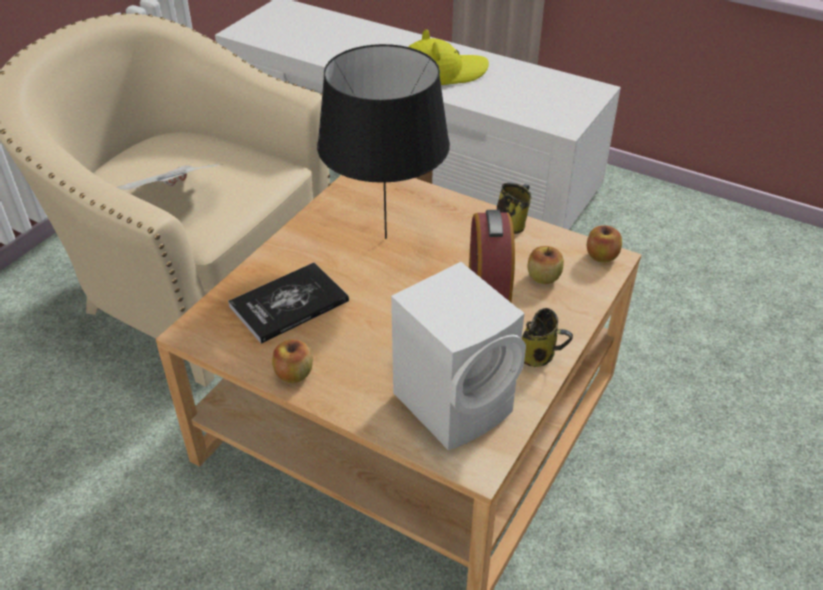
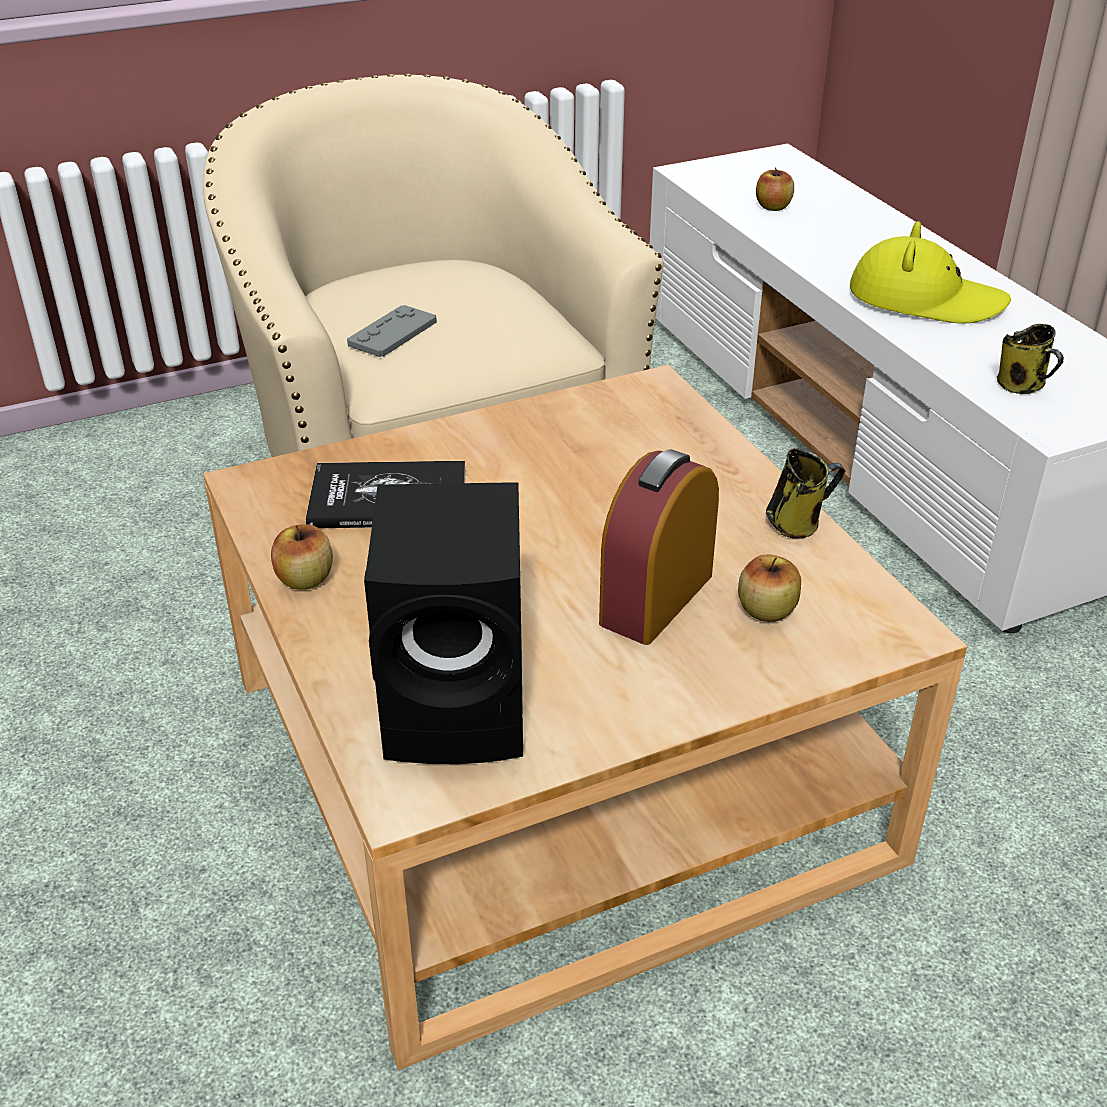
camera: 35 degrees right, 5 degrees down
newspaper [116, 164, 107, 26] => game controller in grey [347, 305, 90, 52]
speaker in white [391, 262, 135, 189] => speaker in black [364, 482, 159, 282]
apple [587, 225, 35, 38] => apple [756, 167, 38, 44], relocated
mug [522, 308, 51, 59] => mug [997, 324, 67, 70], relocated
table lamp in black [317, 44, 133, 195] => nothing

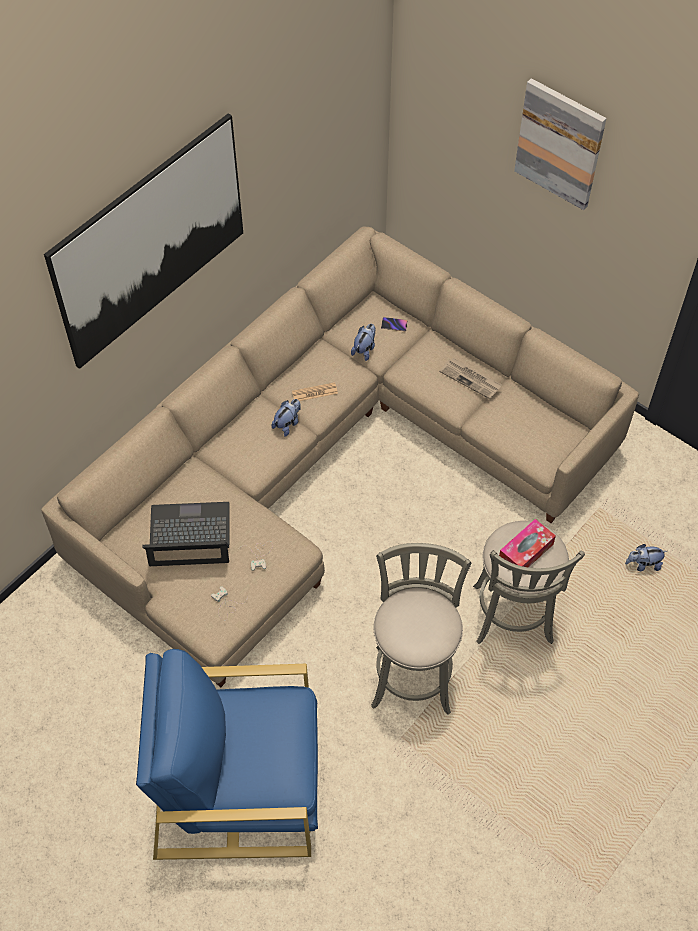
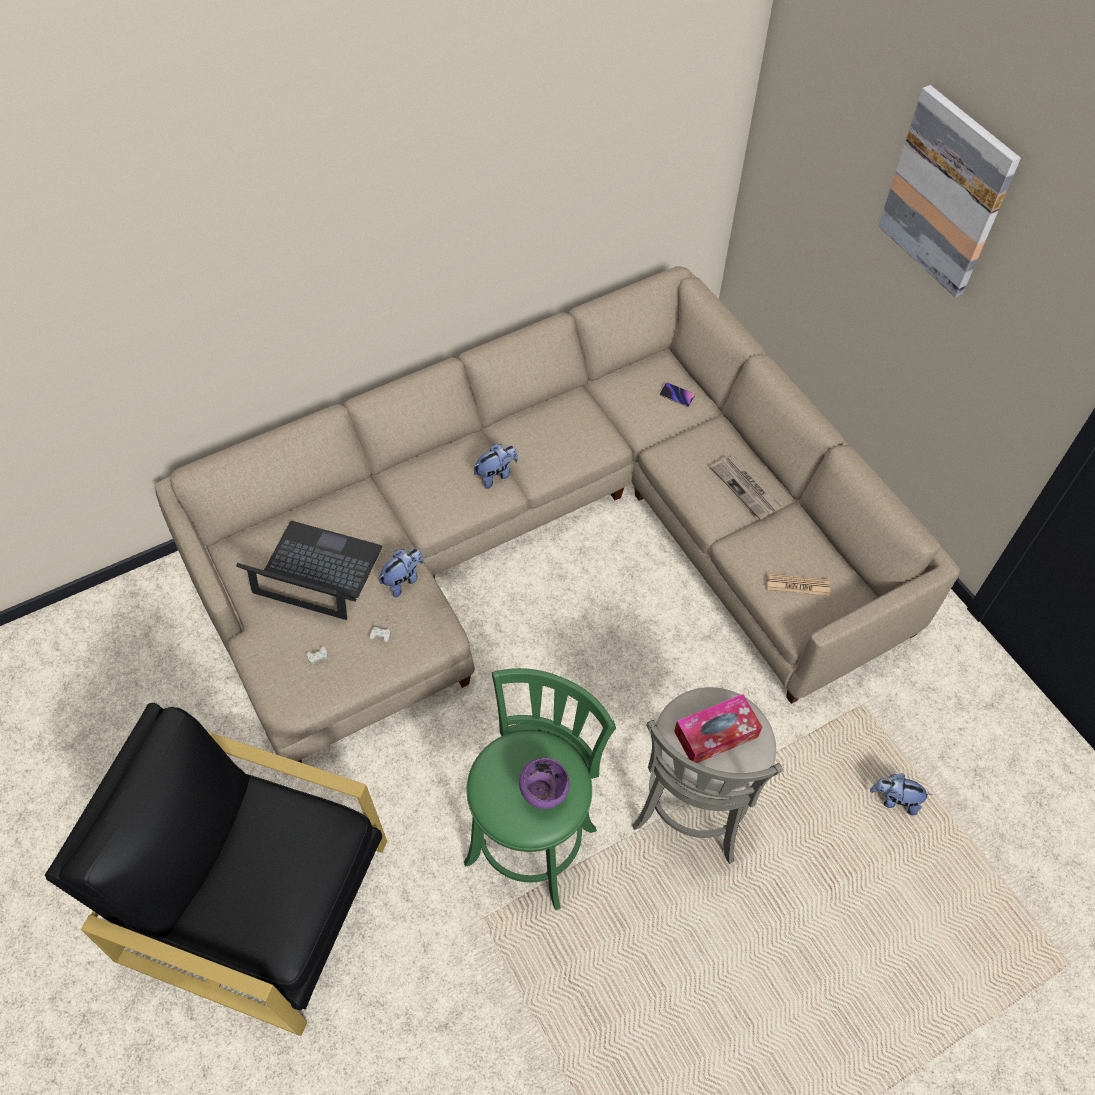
camera: 20 degrees right, 0 degrees up
armchair in blue [136, 649, 182, 211] => armchair in black [45, 703, 342, 333]
plush toy [351, 324, 25, 37] => plush toy [379, 548, 45, 49], relocated
stool in grey [371, 543, 101, 172] => stool in green [464, 668, 152, 242]
nothing => bowl in purple [519, 758, 51, 51]
newspaper [292, 382, 46, 19] => newspaper [768, 573, 62, 23], relocated
picture [44, 113, 199, 256] => nothing

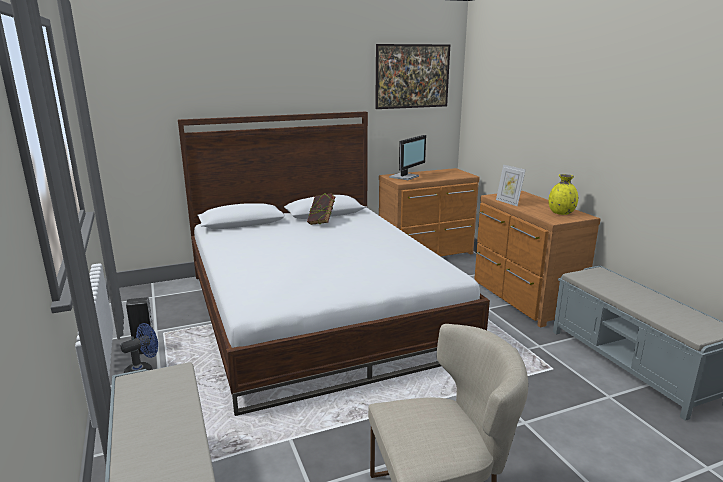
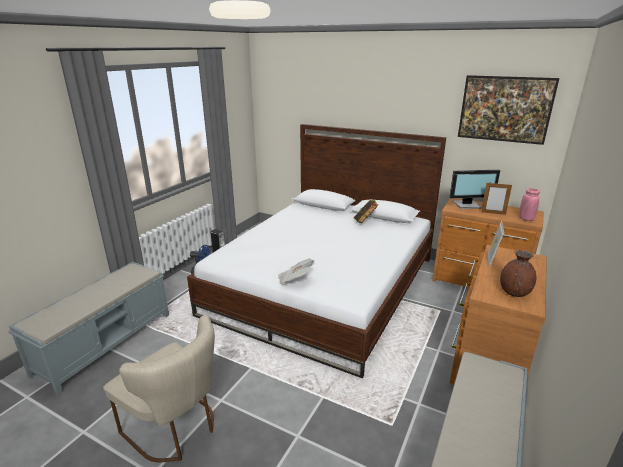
camera: 50 degrees right, 5 degrees up
nothing => newspaper [278, 258, 37, 26]
nothing => picture frame [481, 183, 31, 32]
vase in yellow [548, 174, 30, 41] => vase in brown [500, 250, 36, 47]
nothing => vase in pink [519, 188, 21, 33]

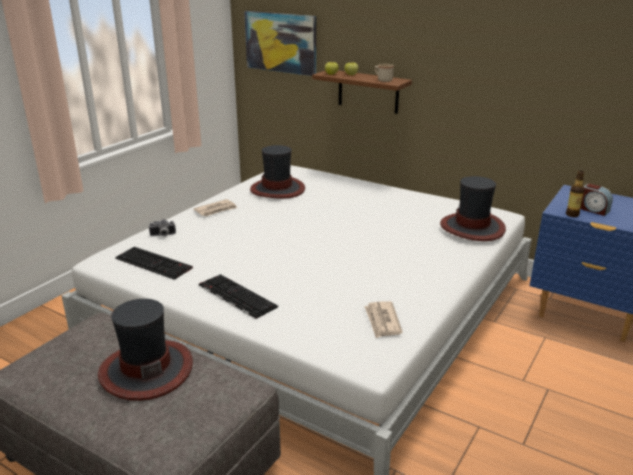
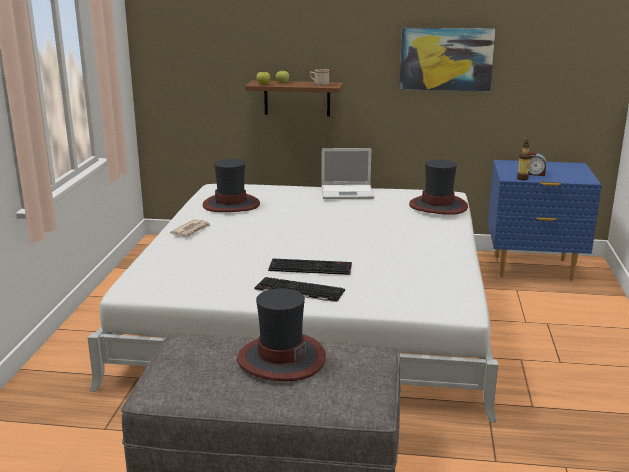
camera: 25 degrees left, 5 degrees down
keyboard [115, 247, 78, 33] => keyboard [268, 259, 84, 16], relocated
nothing => laptop [322, 148, 52, 51]
picture [244, 11, 72, 65] => picture [399, 28, 97, 64], relocated
photo camera [148, 219, 28, 17] => nothing
newspaper [364, 301, 39, 37] => nothing

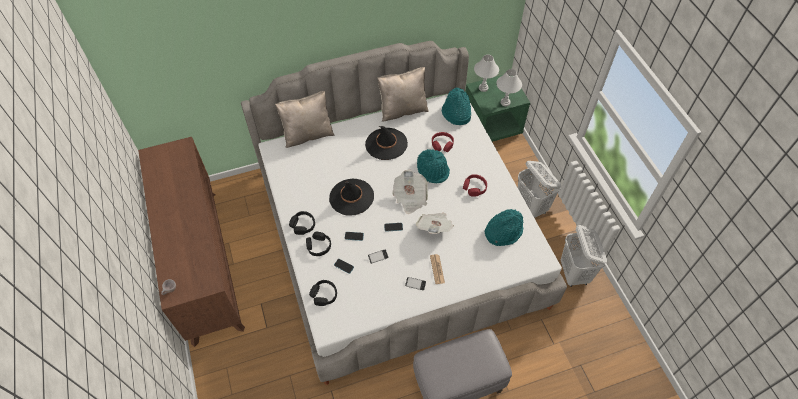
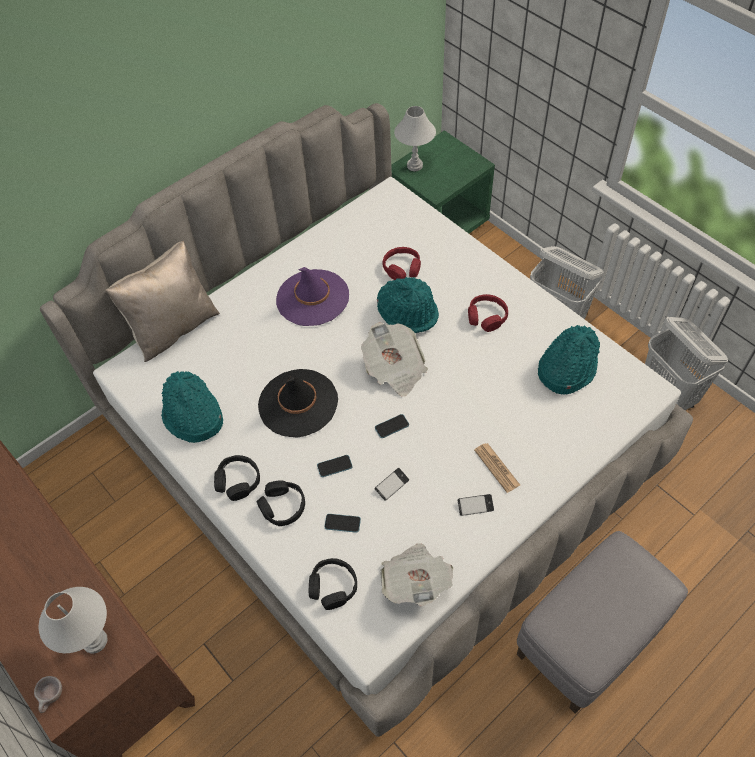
camera: 20 degrees left, 0 degrees up
table lamp in white [496, 69, 26, 37] => table lamp in white [39, 587, 69, 67], relocated
hat in turquoise [442, 88, 29, 37] => hat in turquoise [161, 371, 62, 72], relocated
hat in black [365, 126, 43, 34] => hat in purple [276, 267, 73, 59]
newspaper [416, 213, 38, 21] => newspaper [380, 543, 73, 63], relocated
pillow in beige [377, 67, 52, 54] => nothing

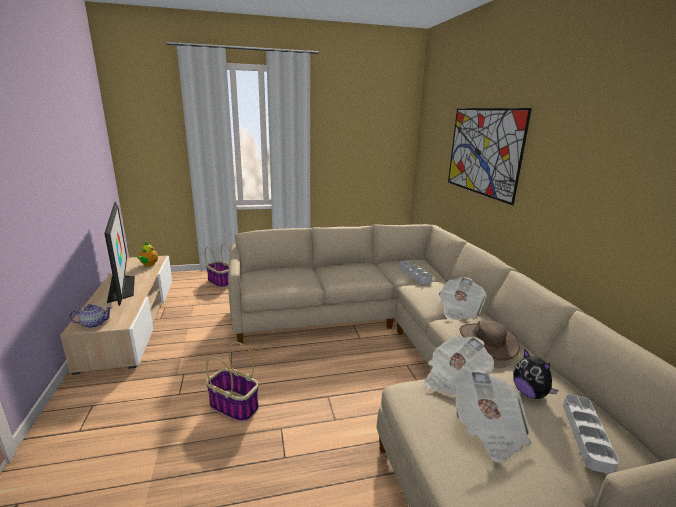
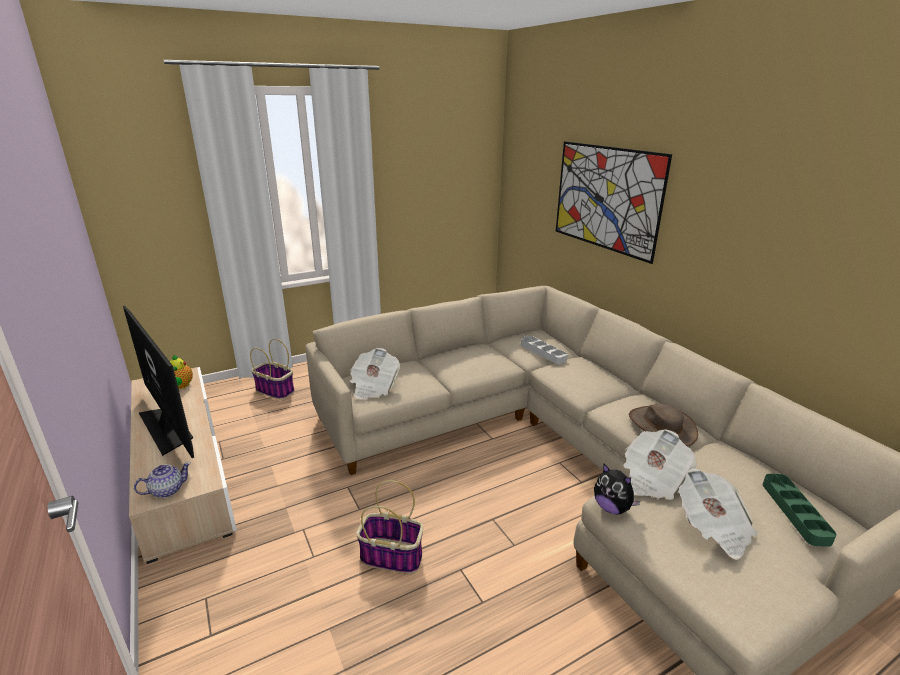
camera: 15 degrees left, 5 degrees up
newspaper [439, 277, 48, 43] => newspaper [350, 348, 50, 51], relocated
plush toy [513, 349, 46, 50] => plush toy [594, 464, 47, 50], relocated
tray in grey [563, 394, 56, 80] => tray in green [763, 474, 74, 72]

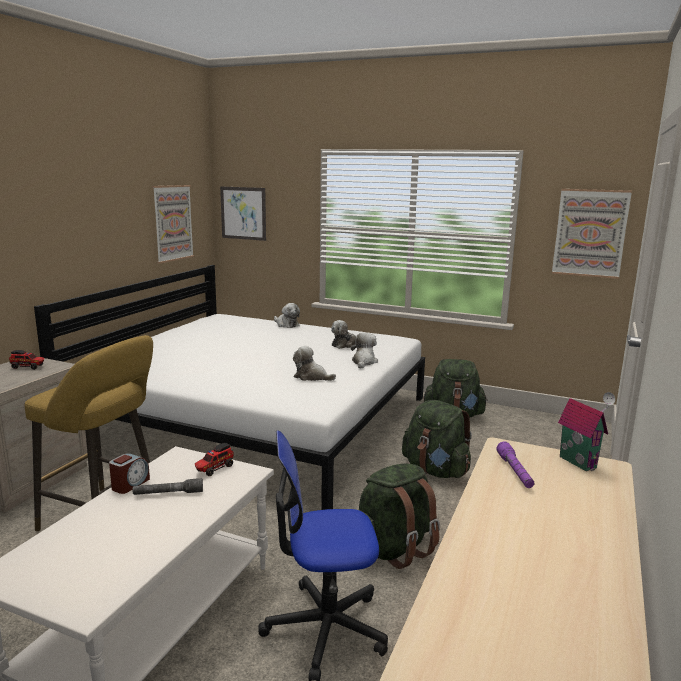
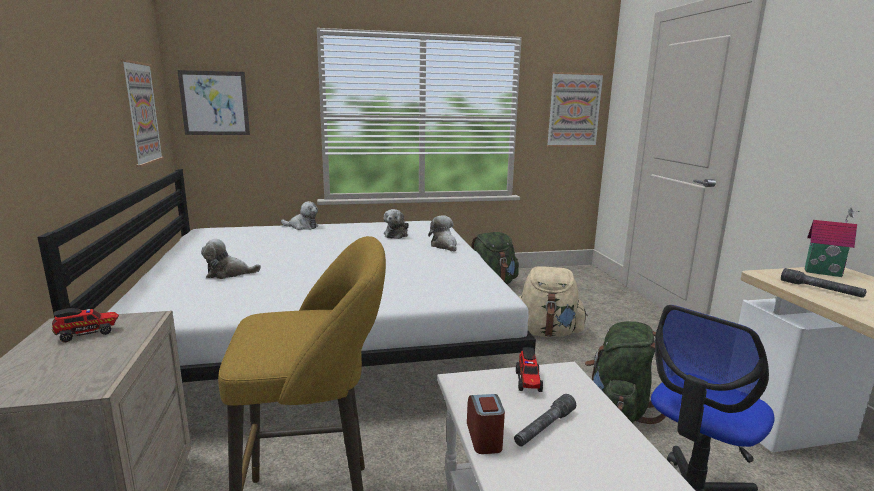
camera: 35 degrees left, 0 degrees up
plush toy [293, 346, 43, 35] => plush toy [201, 239, 60, 40], relocated
backpack in green [402, 400, 70, 78] => backpack in beige [519, 266, 69, 71]
flashlight in purple [496, 441, 38, 47] => flashlight in grey [781, 268, 86, 30]

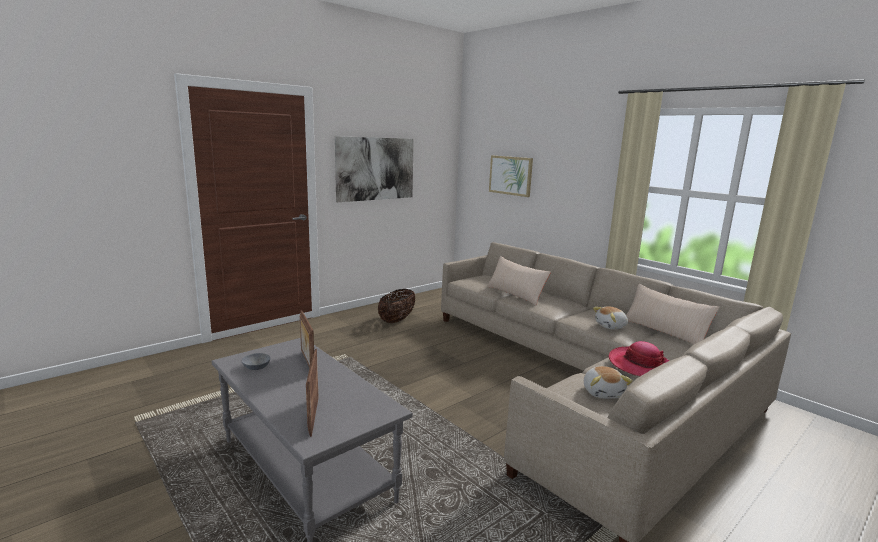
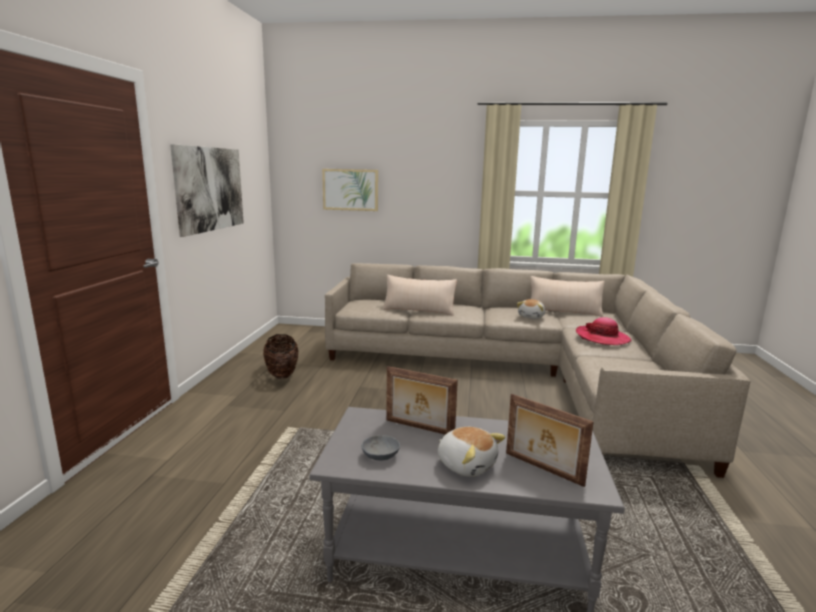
camera: 40 degrees left, 0 degrees up
plush toy [584, 366, 48, 33] => plush toy [438, 427, 68, 50], relocated

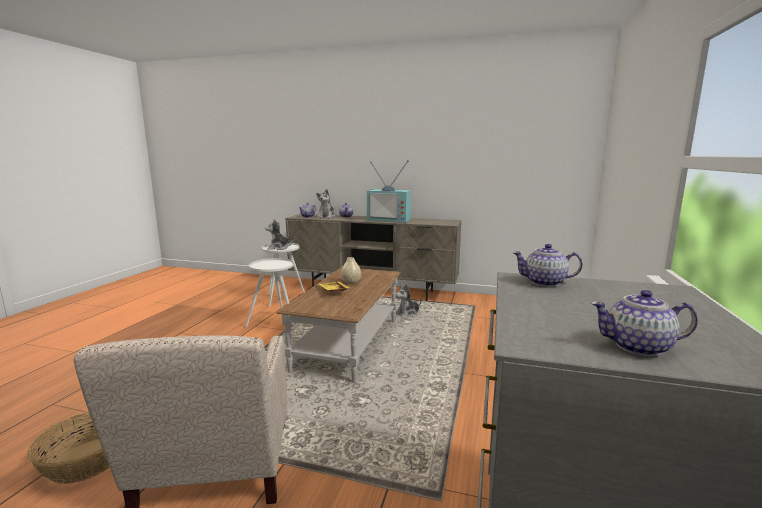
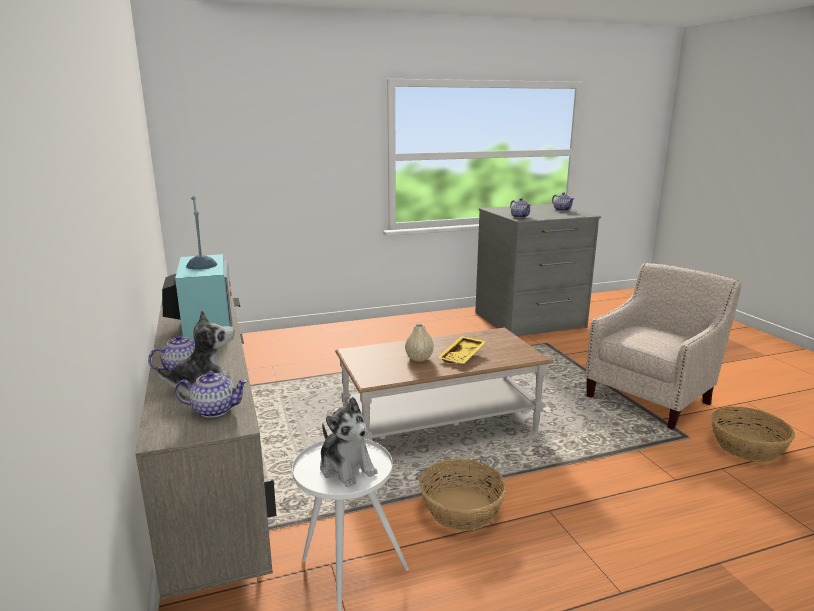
camera: 125 degrees left, 5 degrees up
side table in white [245, 258, 51, 71] => basket [419, 459, 88, 72]
plush toy [396, 284, 26, 34] => nothing

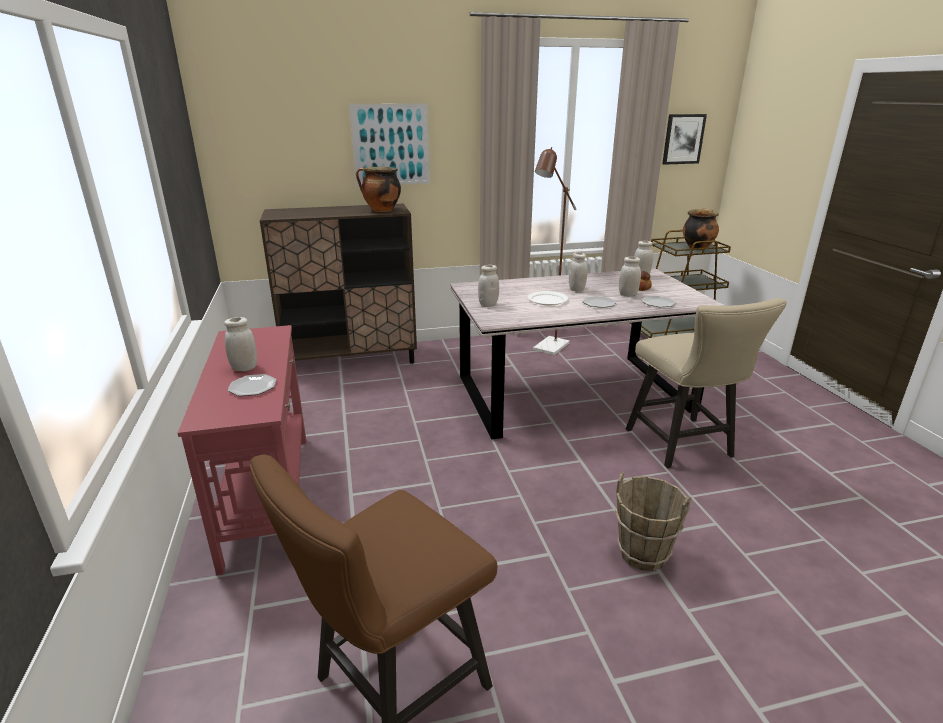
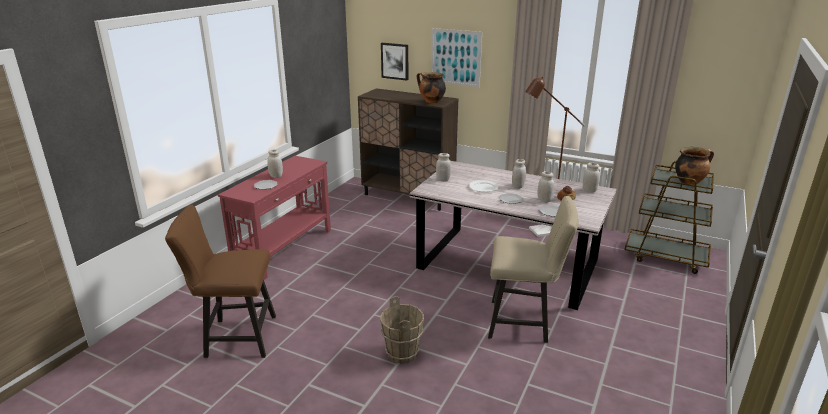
camera: 40 degrees right, 0 degrees up
picture [662, 114, 45, 51] => picture [381, 43, 27, 38], relocated
chair in beige [626, 298, 161, 170] => chair in beige [488, 196, 90, 147], 105 degrees counterclockwise

